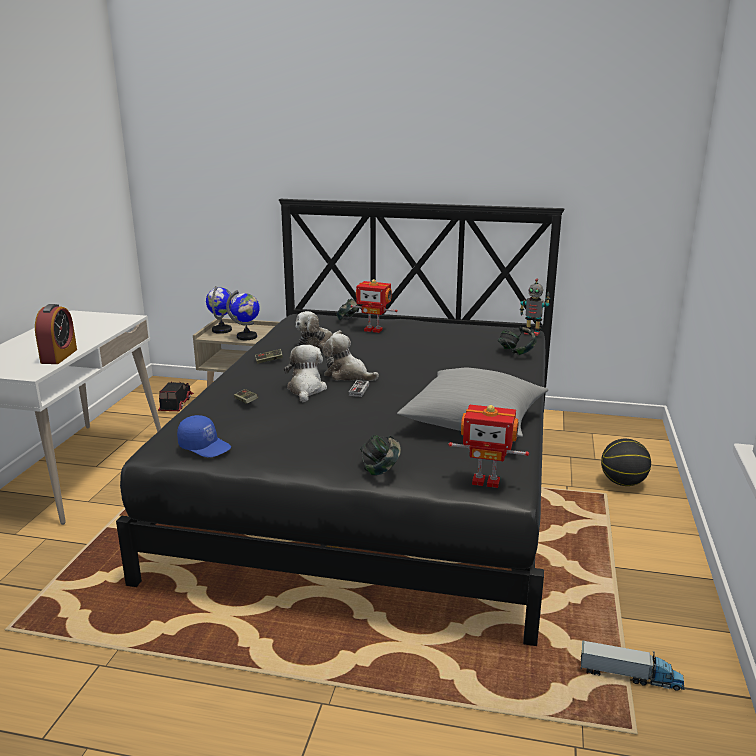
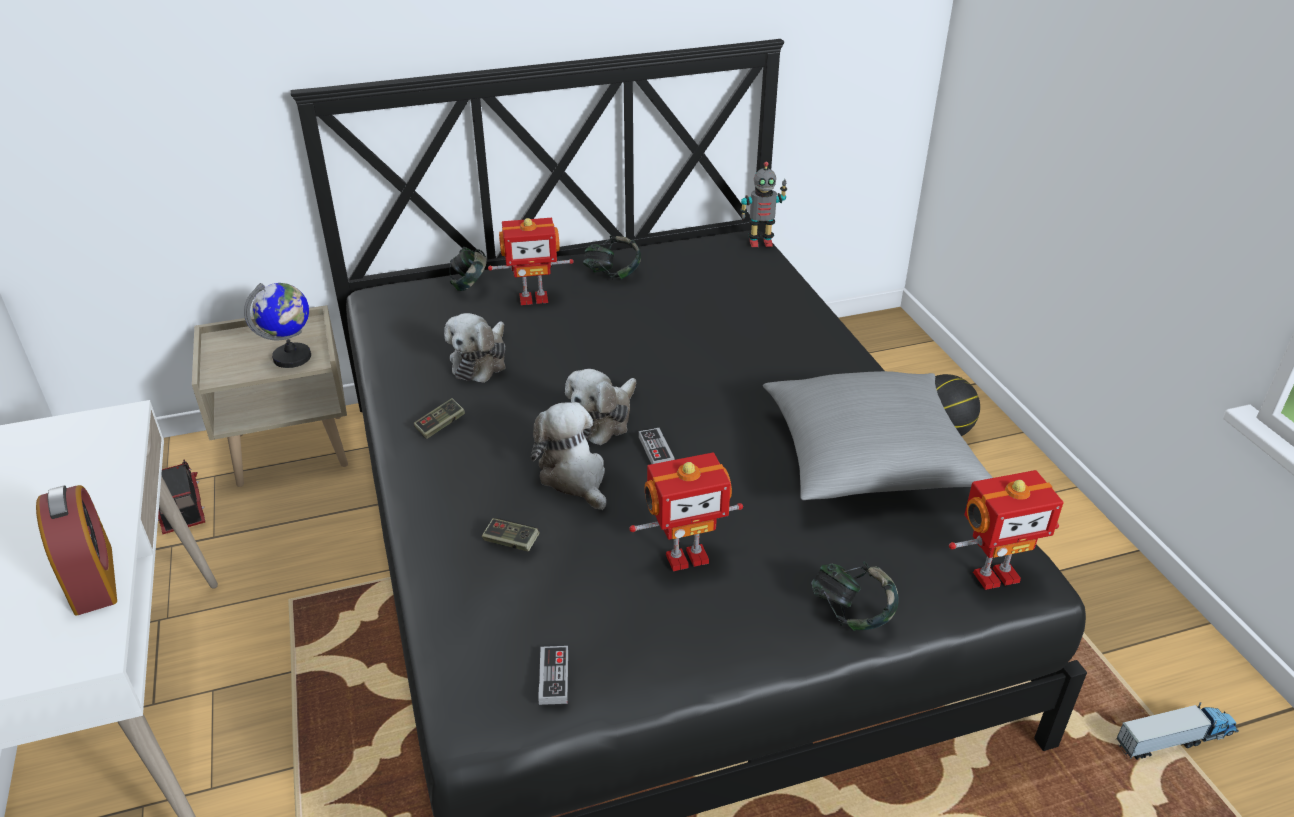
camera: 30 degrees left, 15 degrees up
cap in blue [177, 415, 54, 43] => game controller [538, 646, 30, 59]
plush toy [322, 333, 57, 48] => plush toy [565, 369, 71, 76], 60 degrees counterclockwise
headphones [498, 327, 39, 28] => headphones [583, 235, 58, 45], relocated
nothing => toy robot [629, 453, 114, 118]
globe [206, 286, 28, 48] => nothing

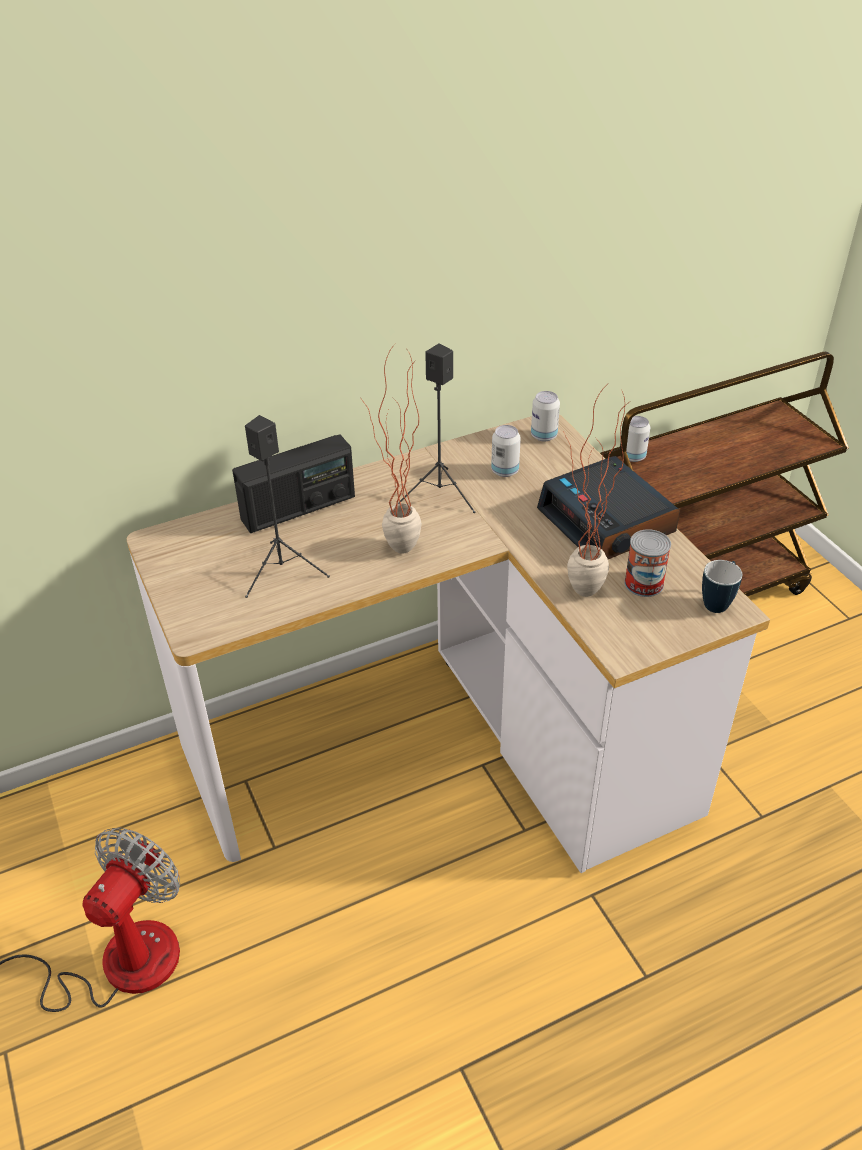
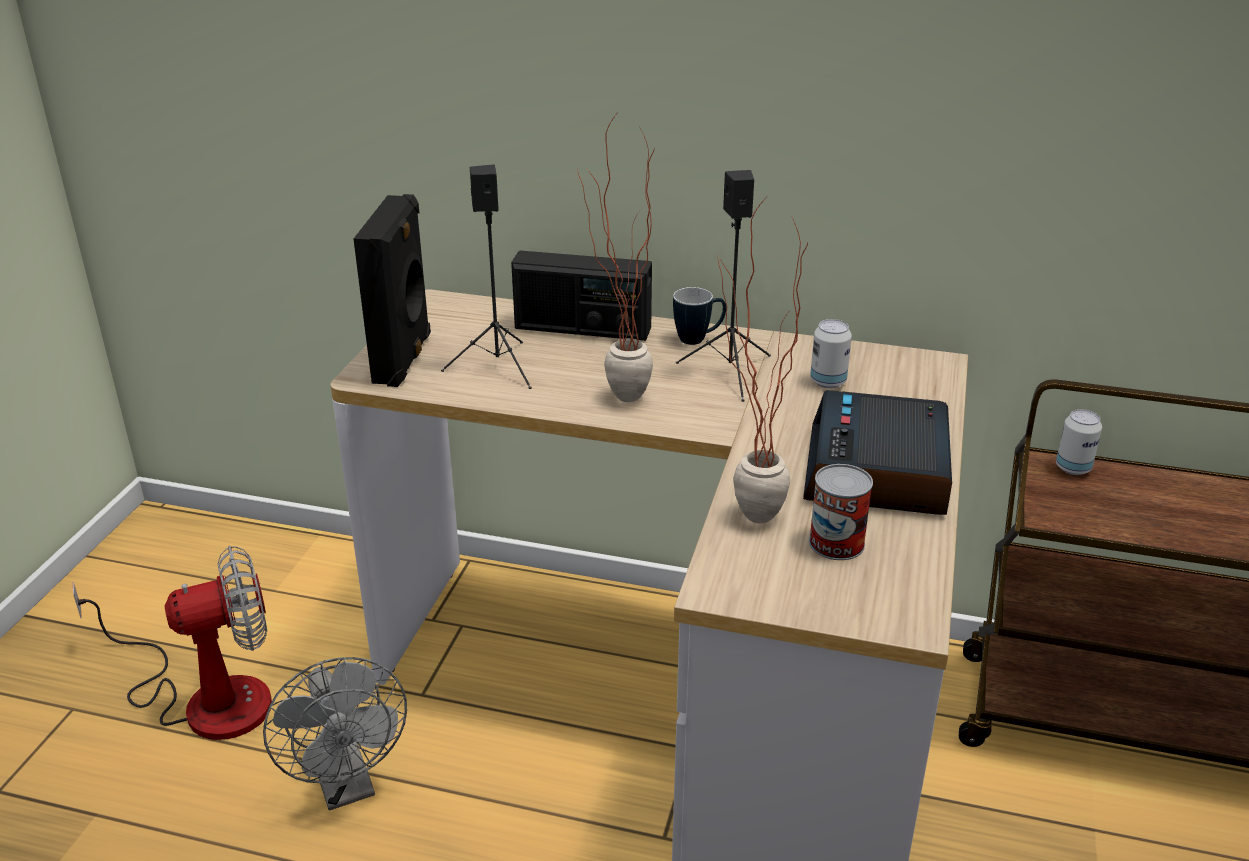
camera: 40 degrees right, 10 degrees down
nothing => fan in grey [263, 657, 144, 154]
nothing => speaker in black [354, 194, 77, 193]
mug [702, 560, 40, 53] => mug [673, 287, 53, 58], relocated
can [531, 391, 29, 50] => nothing

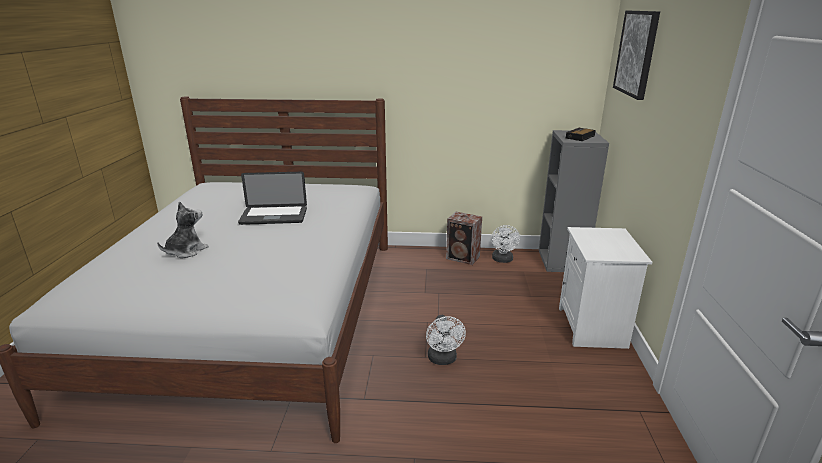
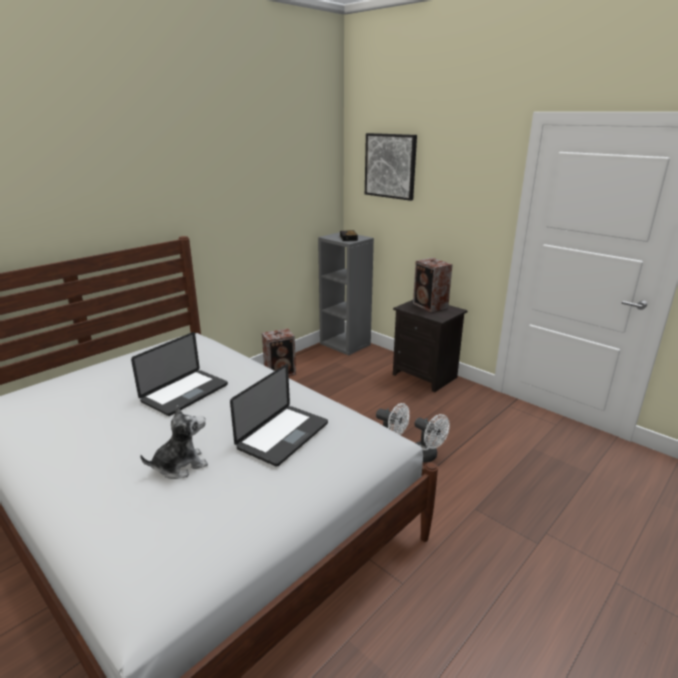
camera: 50 degrees left, 0 degrees up
plush toy [157, 201, 52, 57] => plush toy [140, 405, 68, 74], 75 degrees clockwise
nothing => laptop [230, 364, 98, 103]
nightstand in white [559, 227, 93, 122] => nightstand in black [393, 300, 75, 92]
nothing => speaker [413, 258, 39, 55]
fan in white [491, 225, 29, 38] => fan in white [415, 414, 35, 48], relocated

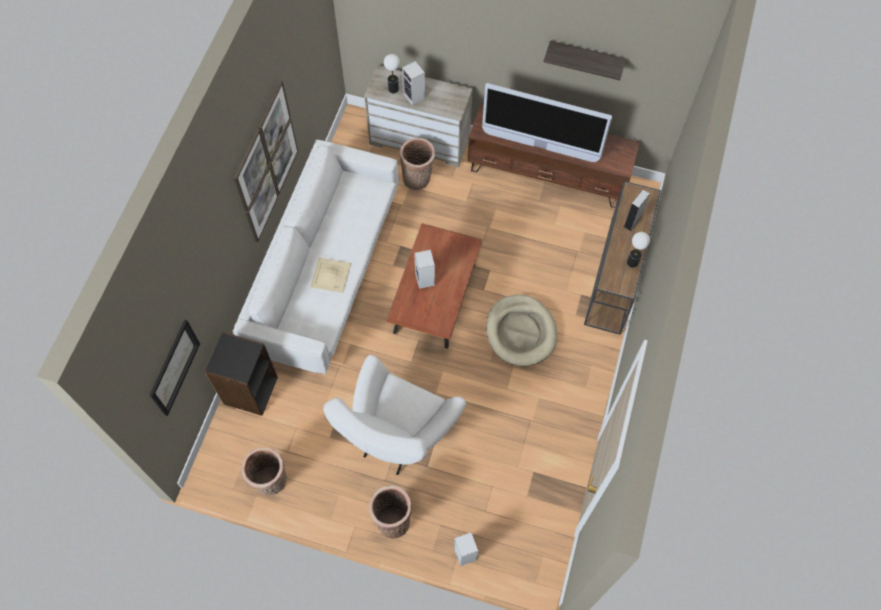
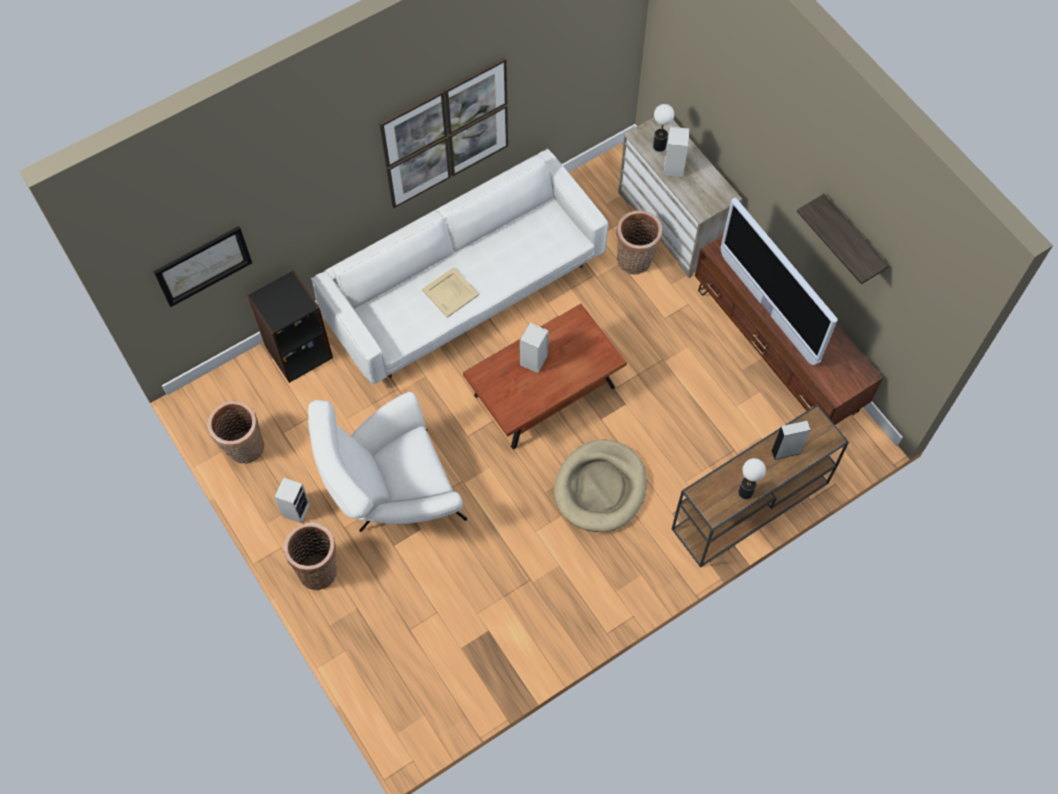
camera: 40 degrees right, 0 degrees up
speaker [454, 532, 24, 34] => speaker [274, 477, 36, 46], relocated

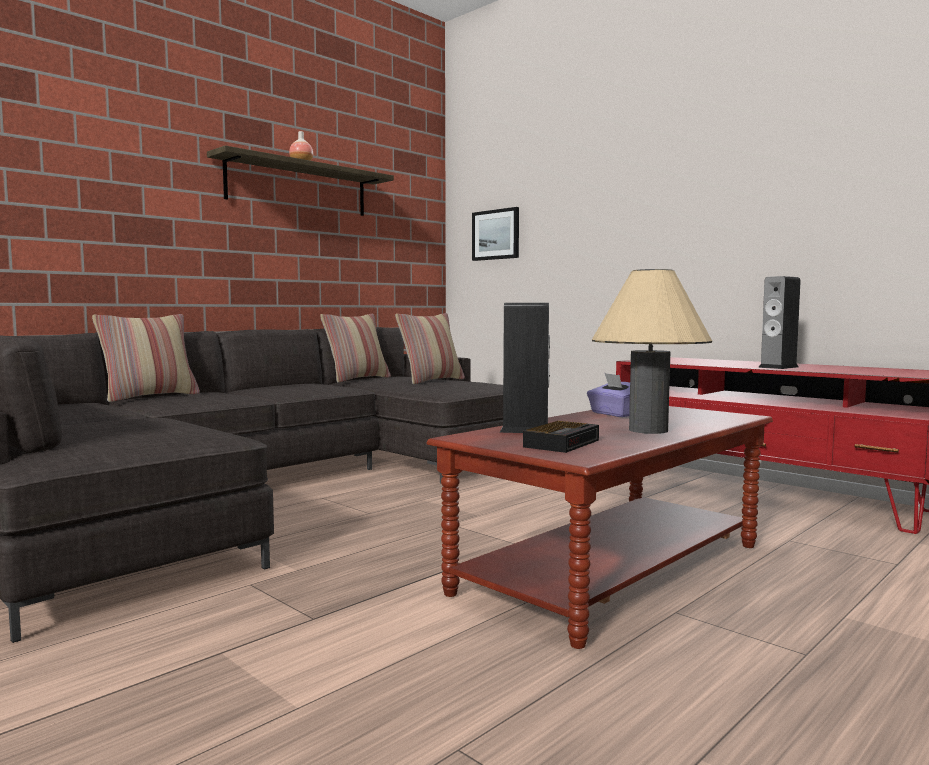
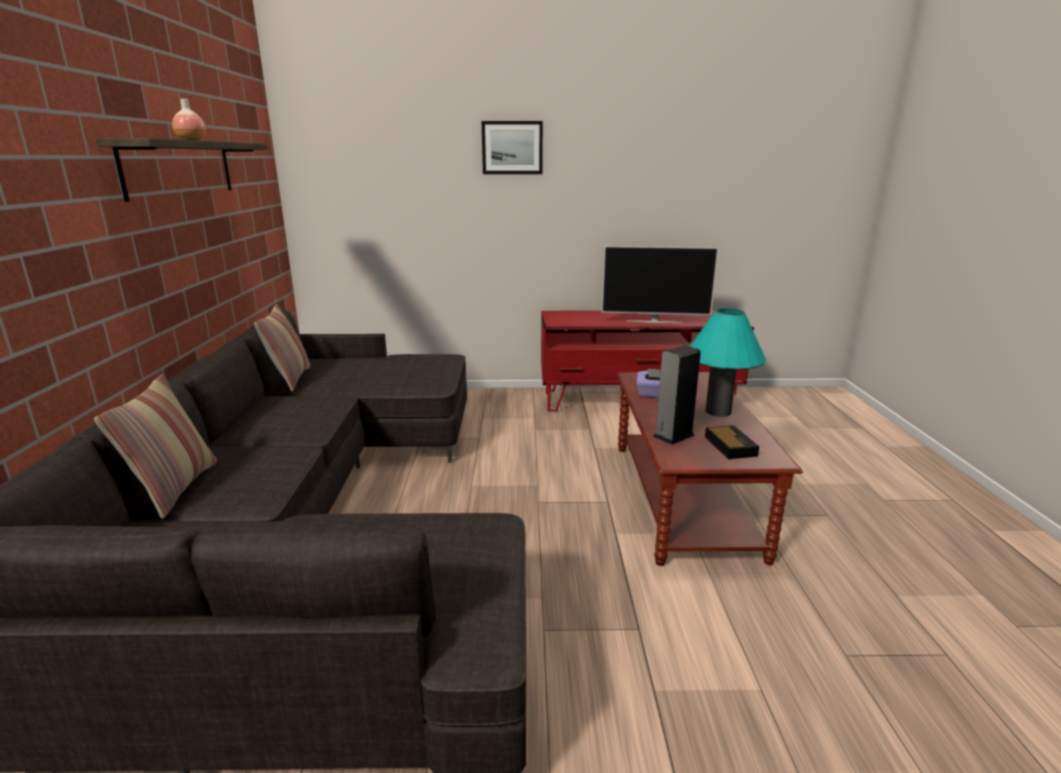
camera: 45 degrees left, 15 degrees up
picture [472, 207, 47, 54] => picture [482, 121, 61, 53], relocated
speaker [758, 276, 43, 93] => television [601, 246, 118, 77]
table lamp in beige [592, 269, 120, 165] => table lamp in turquoise [690, 308, 76, 109]
pillow [395, 313, 70, 71] => nothing

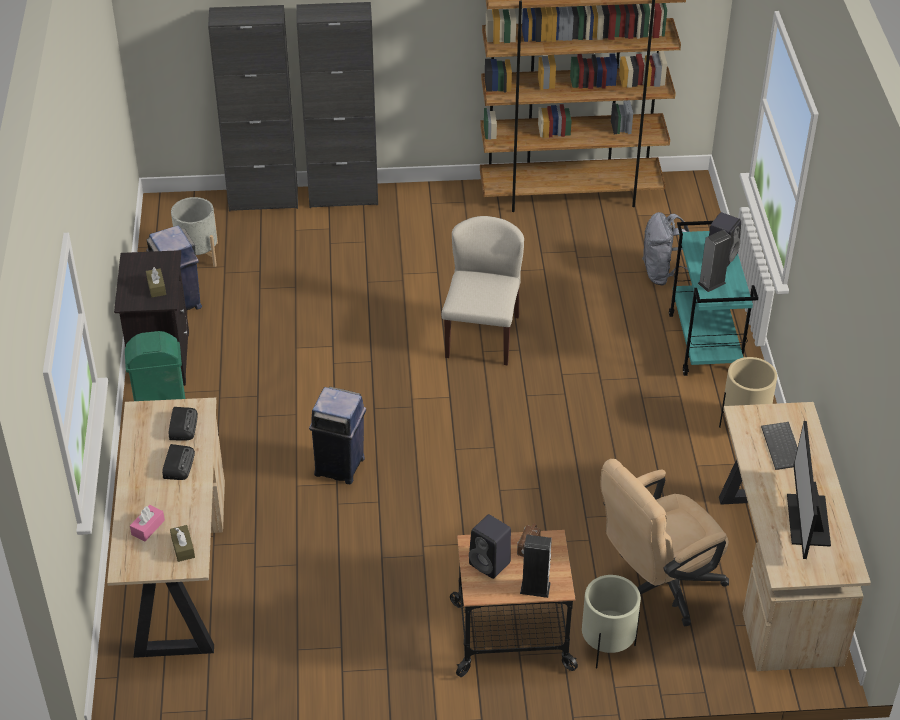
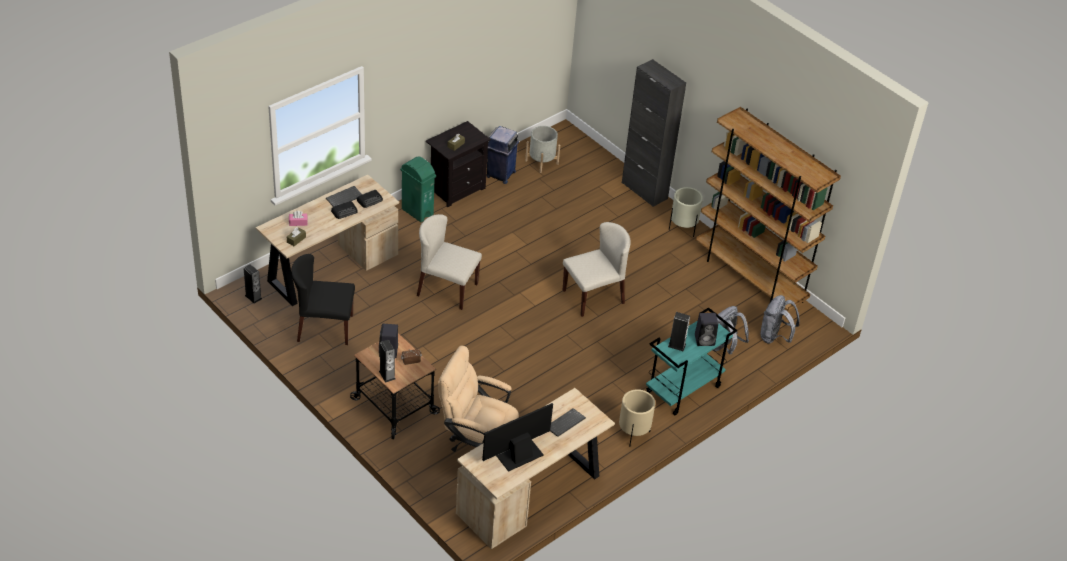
camera: 50 degrees right, 0 degrees up
nothing => speaker [244, 264, 18, 40]
nothing => chair in black [291, 254, 64, 91]
nothing => keyboard [326, 186, 36, 21]
trash can in blue [309, 387, 57, 97] => chair in beige [417, 214, 65, 96]
planter in beige [582, 575, 59, 93] => planter in beige [669, 187, 34, 50], relocated
nothing => backpack in grey [760, 295, 40, 49]
cabinet in black [208, 5, 90, 206] => nothing

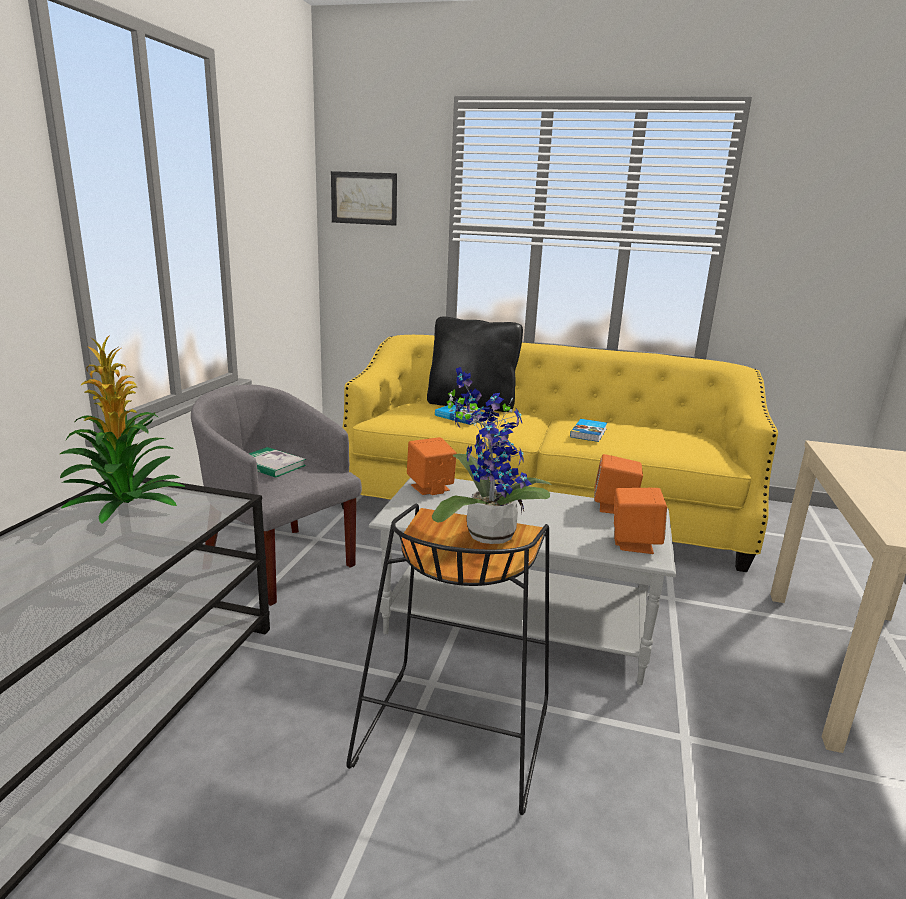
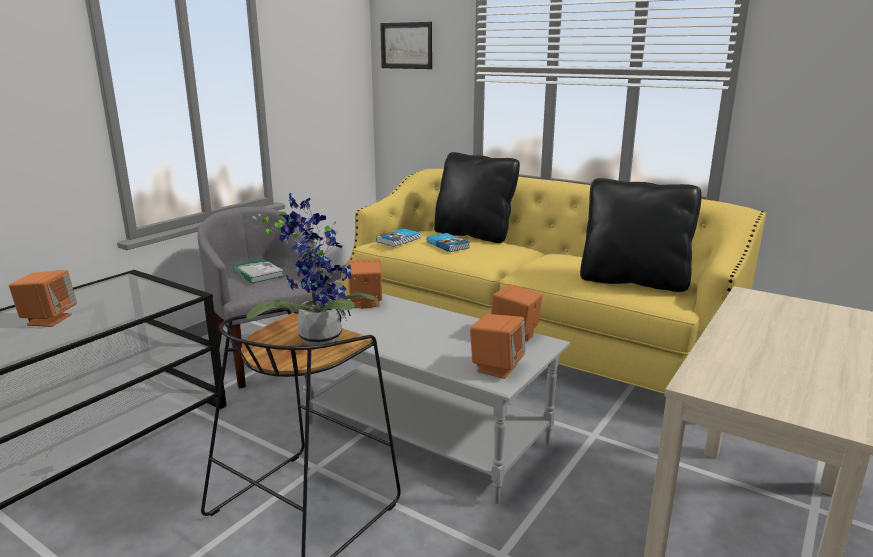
camera: 20 degrees right, 0 degrees up
nothing => speaker in orange [9, 270, 68, 57]
book [570, 419, 37, 23] => book [376, 229, 45, 18], relocated
nothing => pillow in black [580, 178, 122, 114]
potted plant [60, 335, 126, 189] => nothing

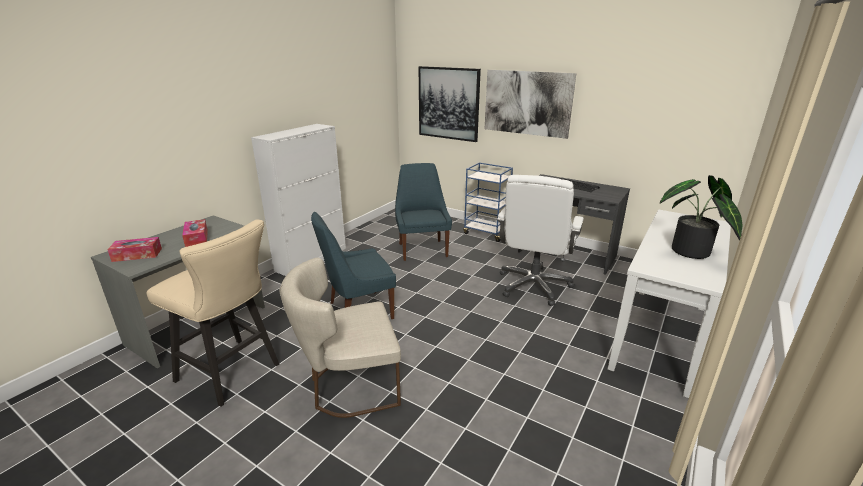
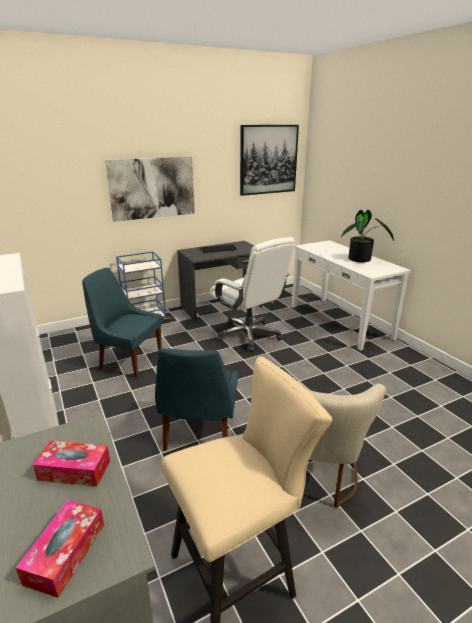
camera: 60 degrees left, 0 degrees up
picture [419, 66, 62, 76] => picture [240, 125, 59, 71], relocated

